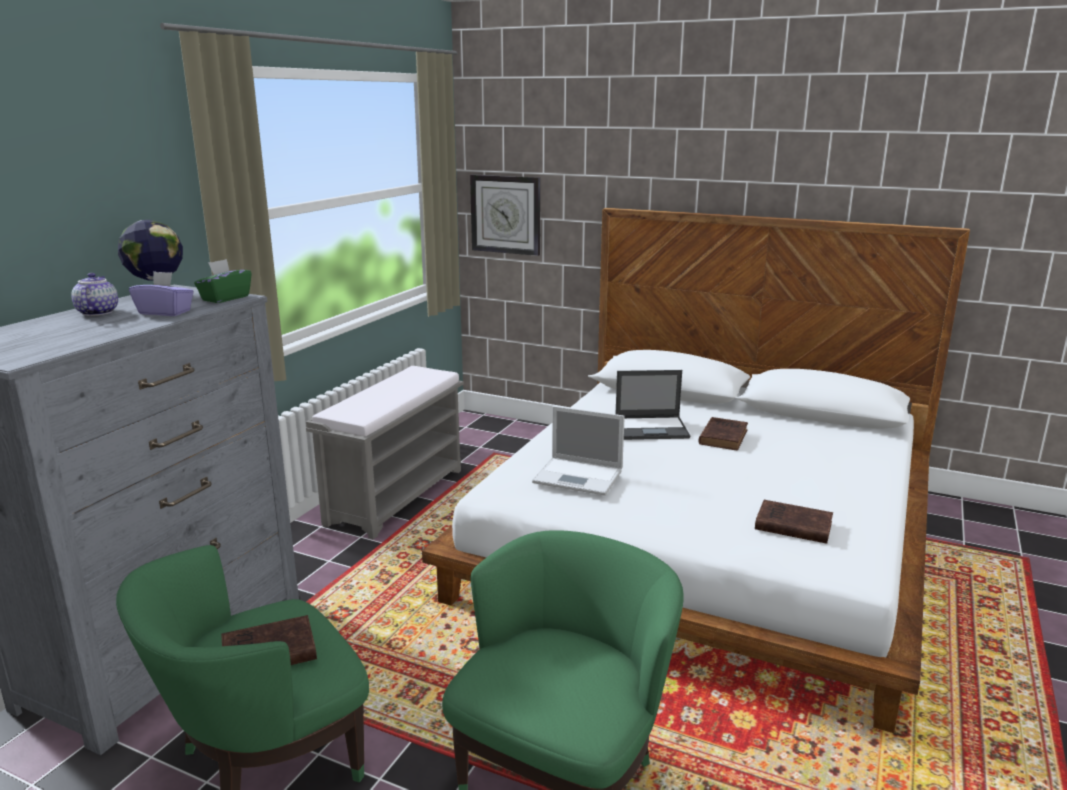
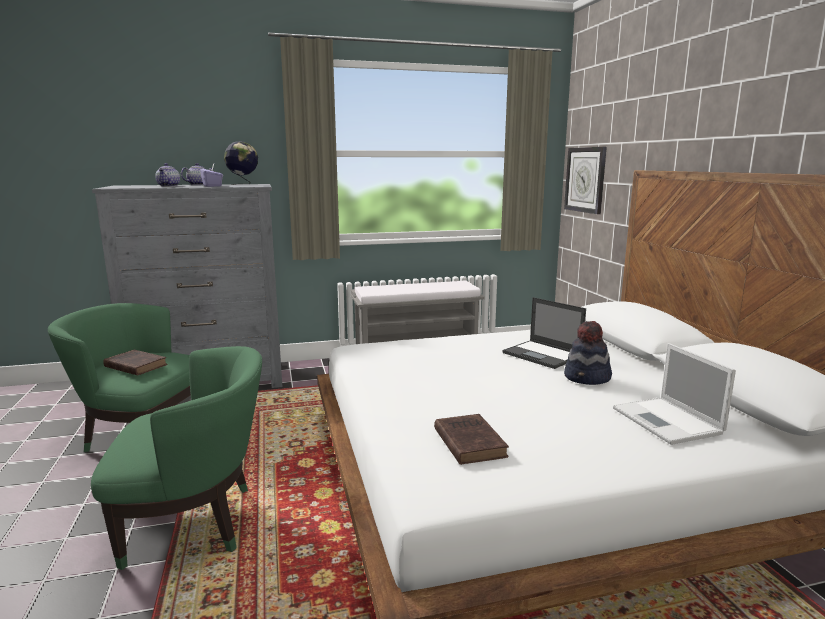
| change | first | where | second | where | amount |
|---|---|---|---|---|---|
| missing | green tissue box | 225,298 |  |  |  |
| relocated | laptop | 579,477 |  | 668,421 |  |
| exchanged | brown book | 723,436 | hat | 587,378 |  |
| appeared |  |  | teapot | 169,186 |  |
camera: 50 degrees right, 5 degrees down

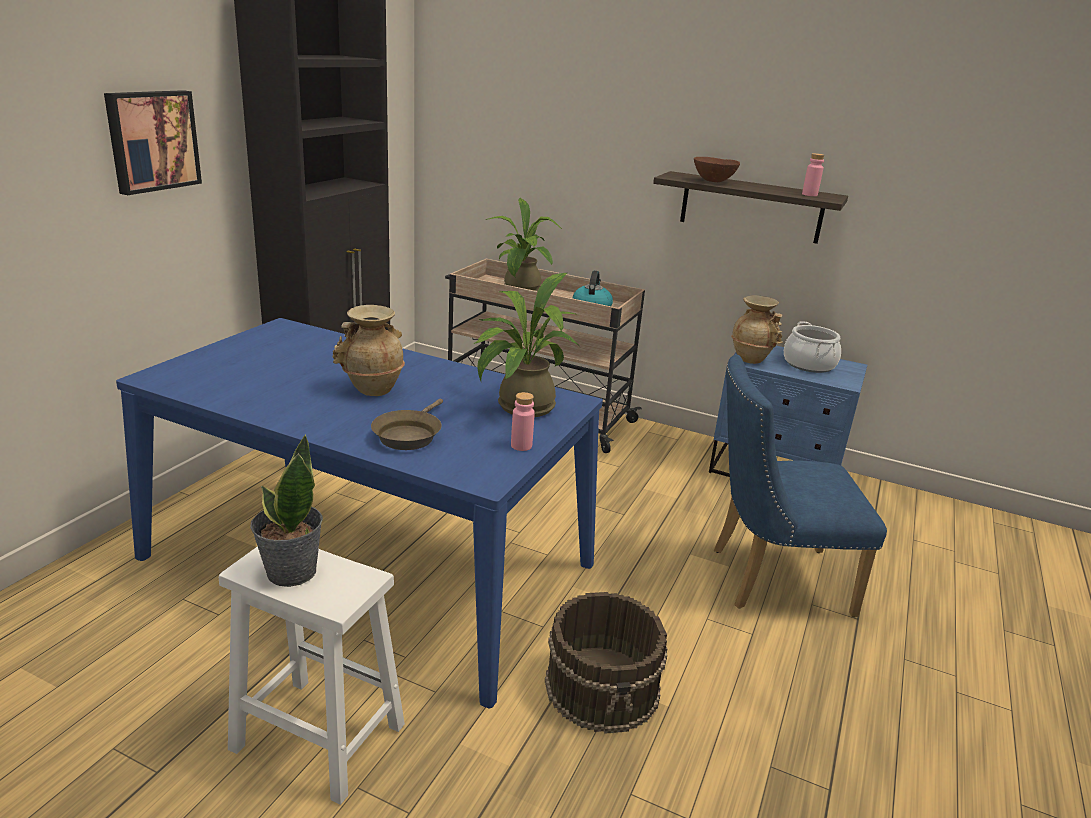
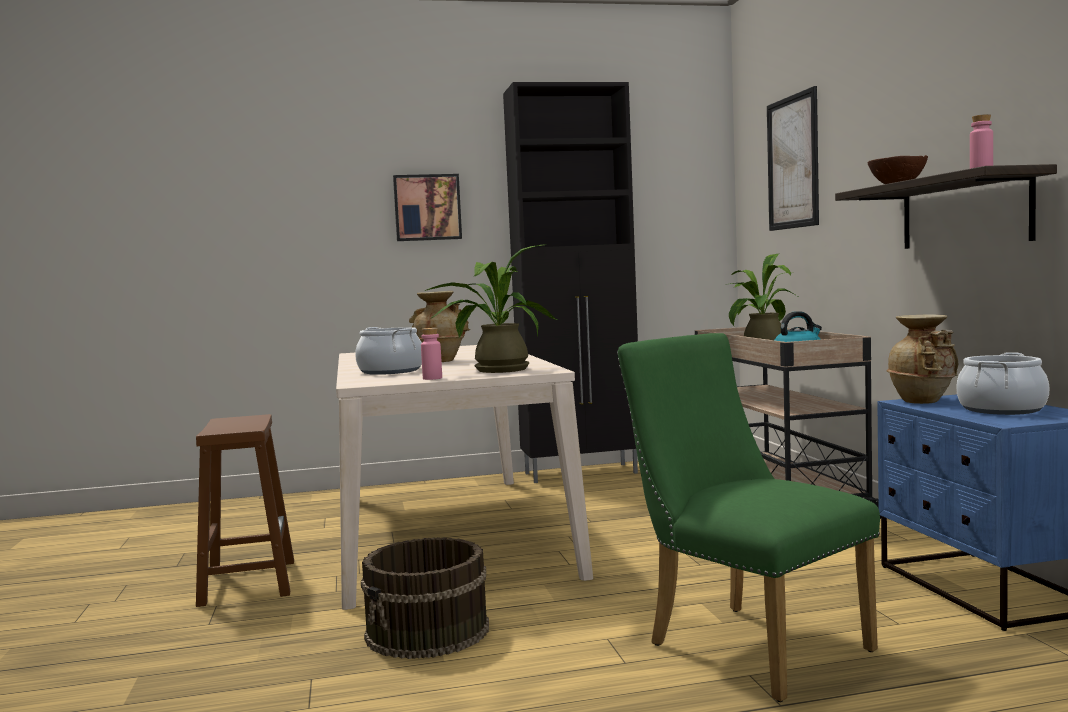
| change | first | where | second | where | amount |
|---|---|---|---|---|---|
| colour | blue dining table | 370,561 | beige dining table | 446,531 |  |
| colour | blue chair | 769,579 | green chair | 745,644 |  |
| exchanged | brown frying pan | 409,435 | cooking pot | 390,371 |  |
| missing | potted plant | 290,572 |  |  |  |
| colour | white stool | 316,736 | brown stool | 248,582 |  |
| appeared |  |  | picture | 793,162 |  |
camera: 55 degrees right, 20 degrees down

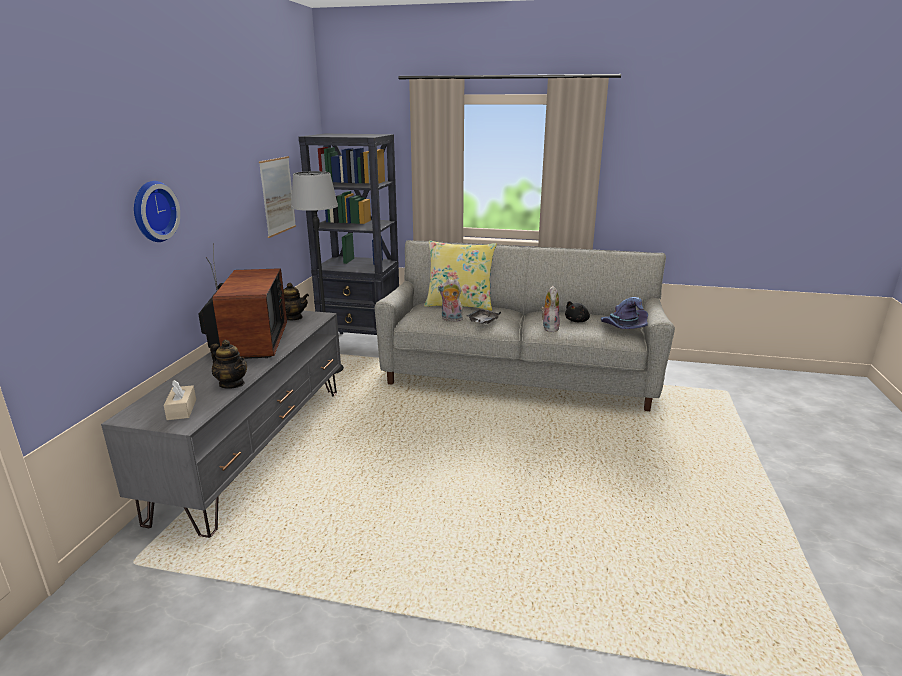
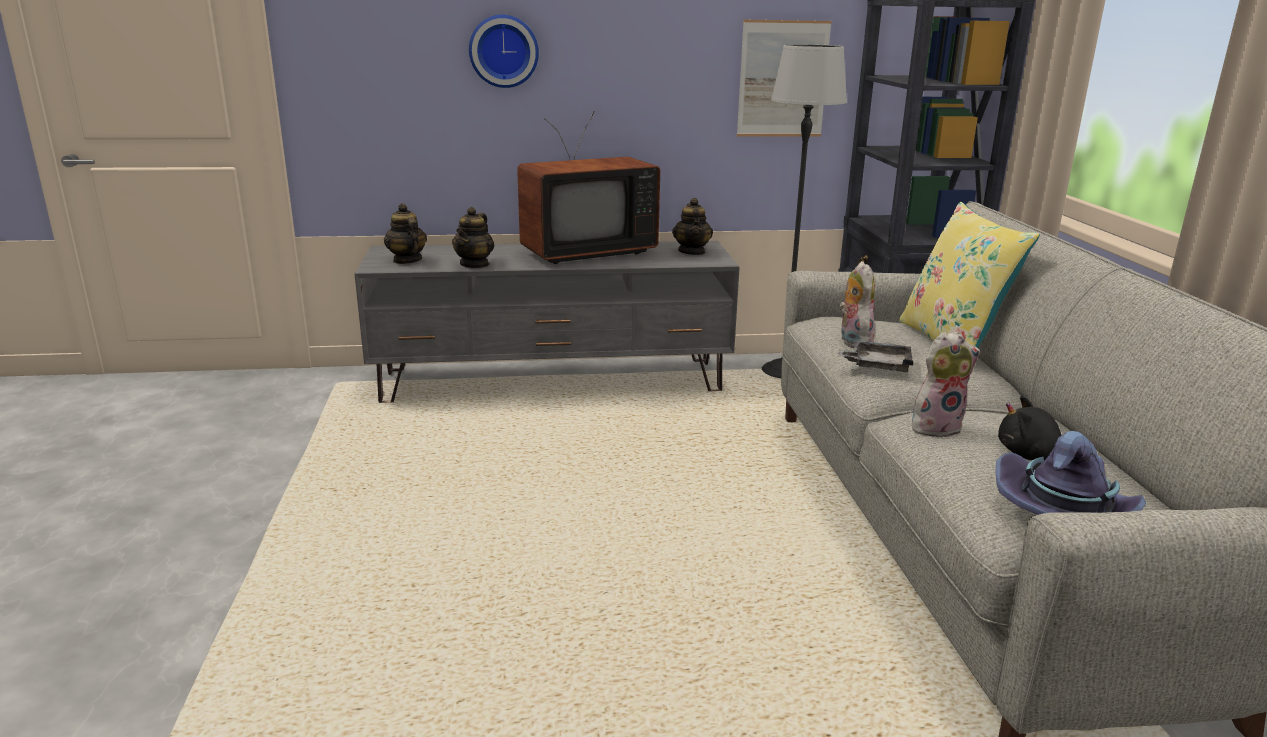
| change | first | where | second | where | amount |
|---|---|---|---|---|---|
| exchanged | beige tissue box | 182,409 | teapot | 407,260 |  |
camera: 70 degrees right, 0 degrees up

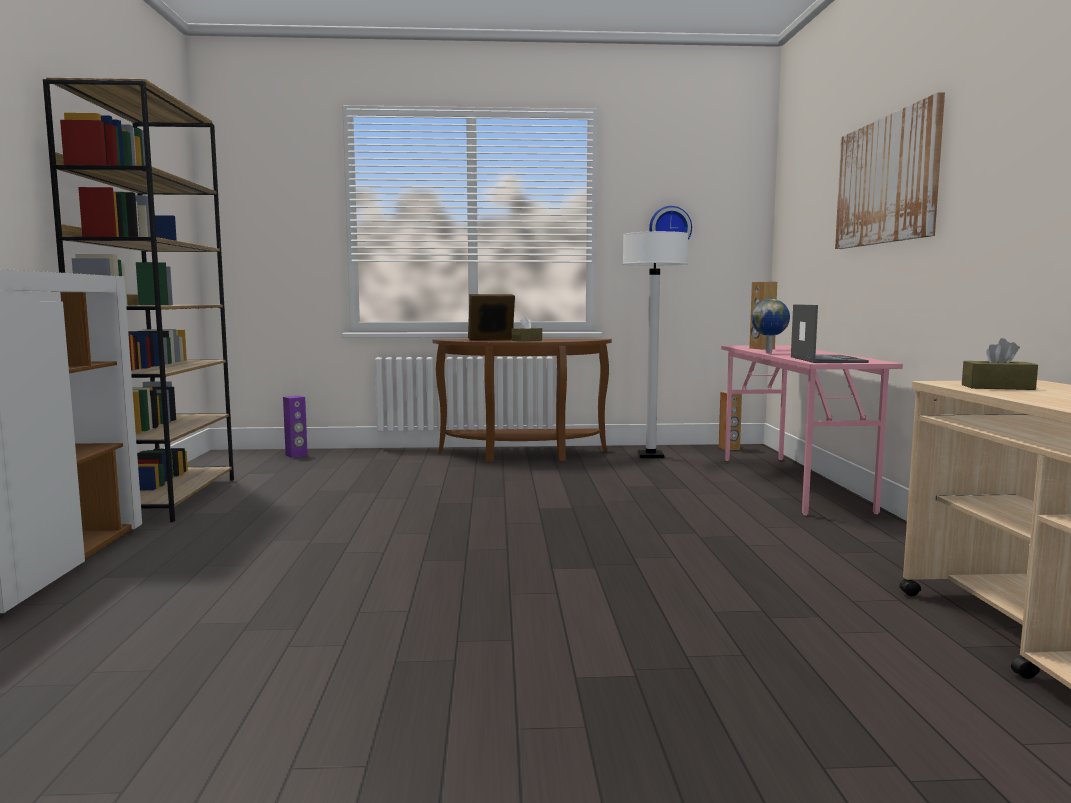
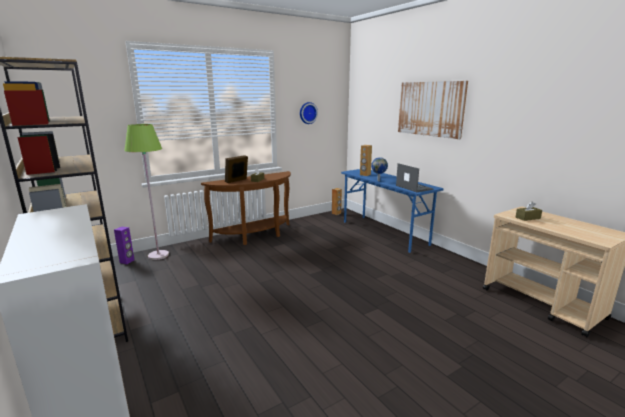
| change | first | where | second | where | amount |
|---|---|---|---|---|---|
| missing | white floor lamp | 650,456 |  |  |  |
| colour | pink desk | 792,483 | blue desk | 384,233 |  |
| appeared |  |  | green floor lamp | 158,255 |  |
camera: 30 degrees left, 10 degrees up

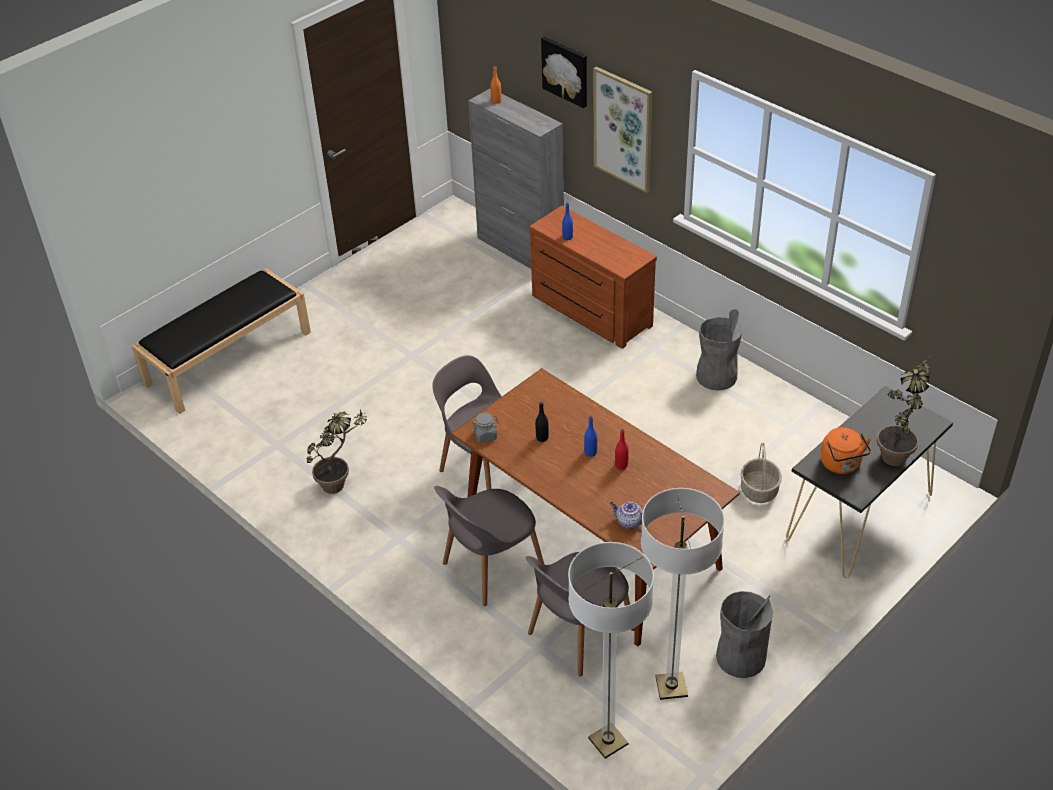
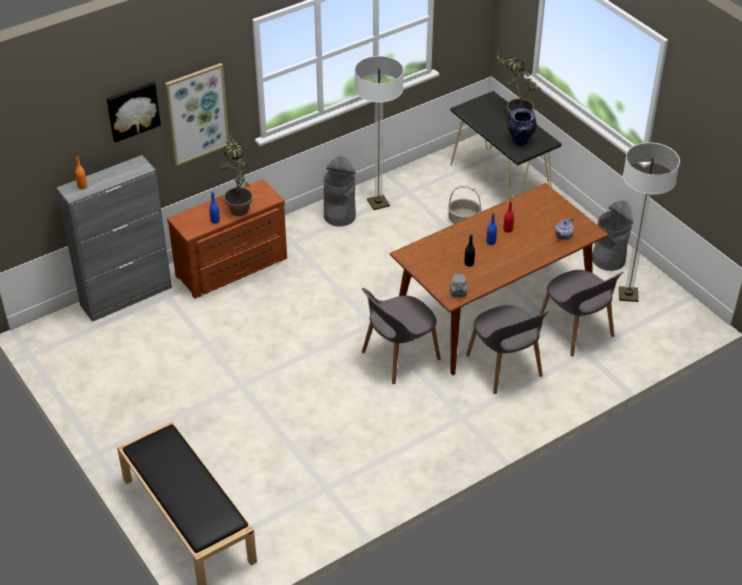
| change | first | where | second | where | amount |
|---|---|---|---|---|---|
| relocated | potted plant | 341,483 |  | 239,206 |  |
| exchanged | orange kettle | 842,465 | vase | 520,142 |  |
| relocated | floor lamp | 608,741 |  | 378,203 |  |
camera: 80 degrees left, 0 degrees up

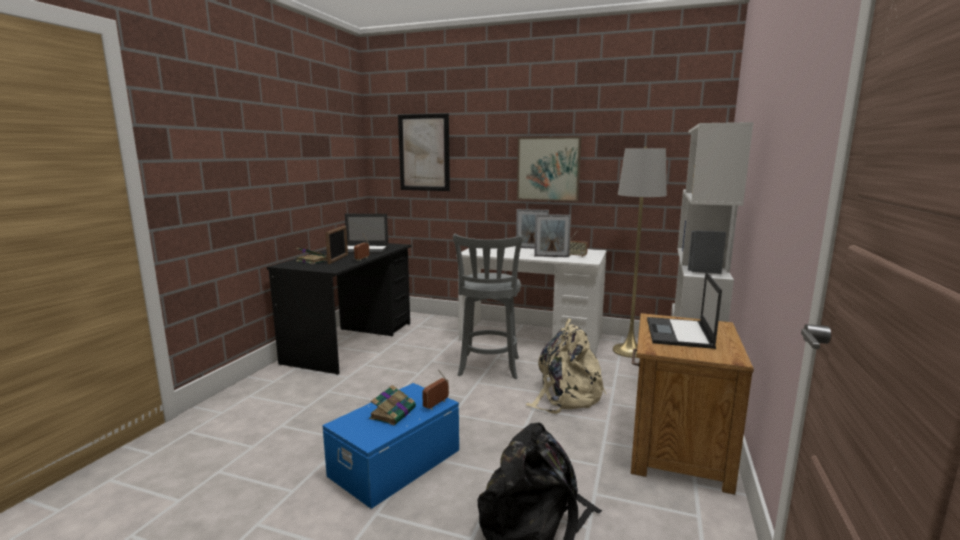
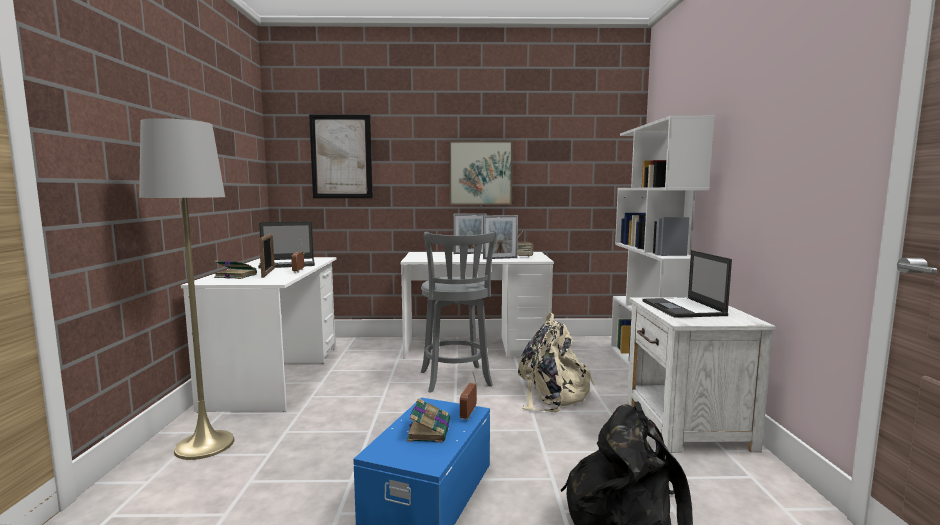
| change | first | where | second | where | amount |
|---|---|---|---|---|---|
| relocated | grey floor lamp | 629,351 |  | 204,445 |  |
| colour | black desk | 351,342 | white desk | 277,375 |  |
| colour | brown nightstand | 677,450 | white nightstand | 686,424 |  |
camera: 20 degrees left, 5 degrees down

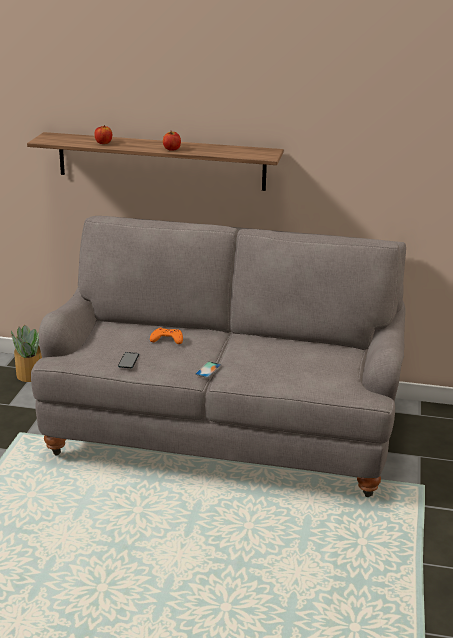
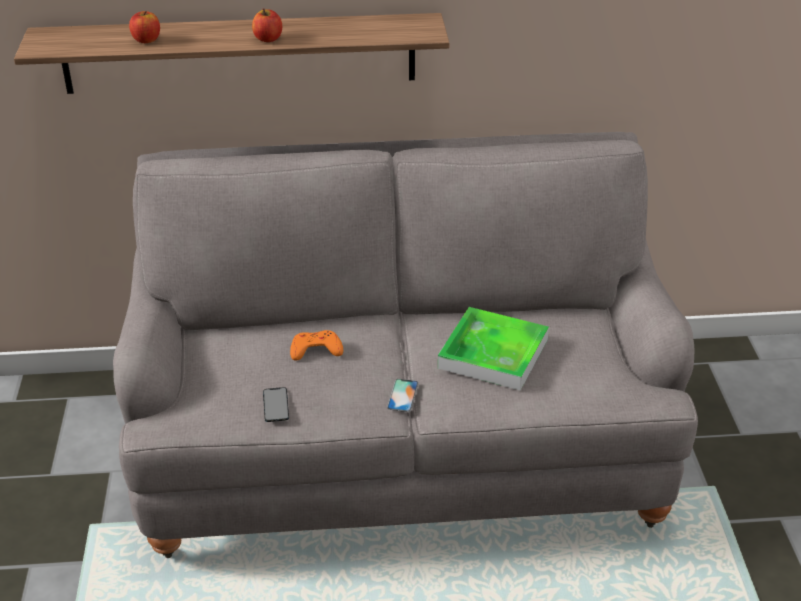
| change | first | where | second | where | amount |
|---|---|---|---|---|---|
| missing | potted plant | 29,375 |  |  |  |
| appeared |  |  | tray | 493,353 |  |
camera: 15 degrees left, 10 degrees up

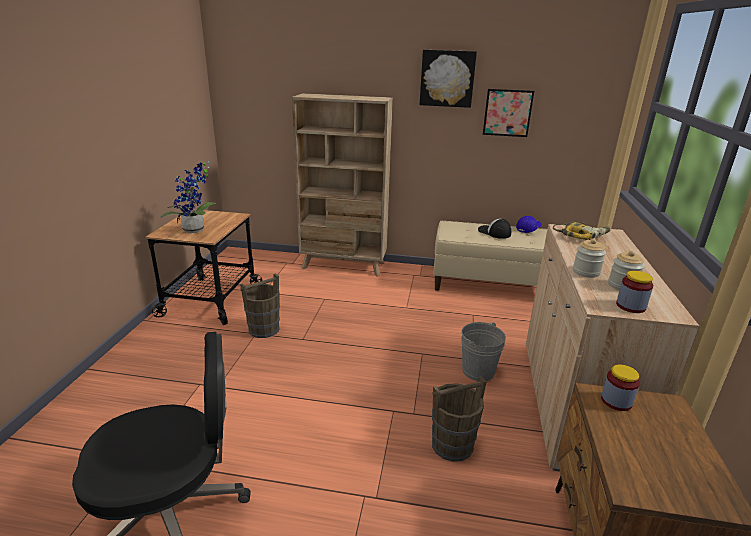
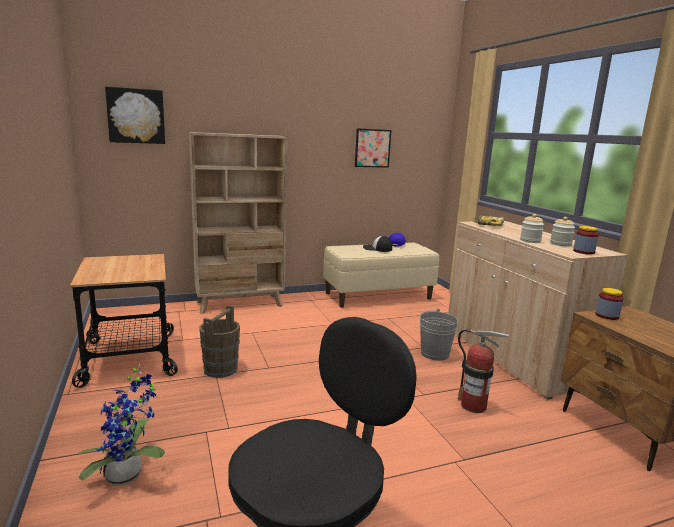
| change | first | where | second | where | amount |
|---|---|---|---|---|---|
| relocated | picture | 447,78 |  | 136,116 |  |
| relocated | potted plant | 196,230 |  | 128,476 |  |
| exchanged | brown bucket | 452,445 | fire extinguisher | 473,406 |  |
camera: 30 degrees left, 10 degrees down

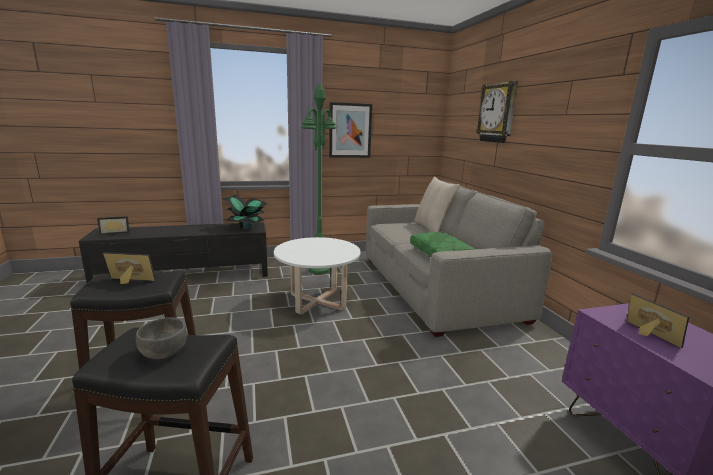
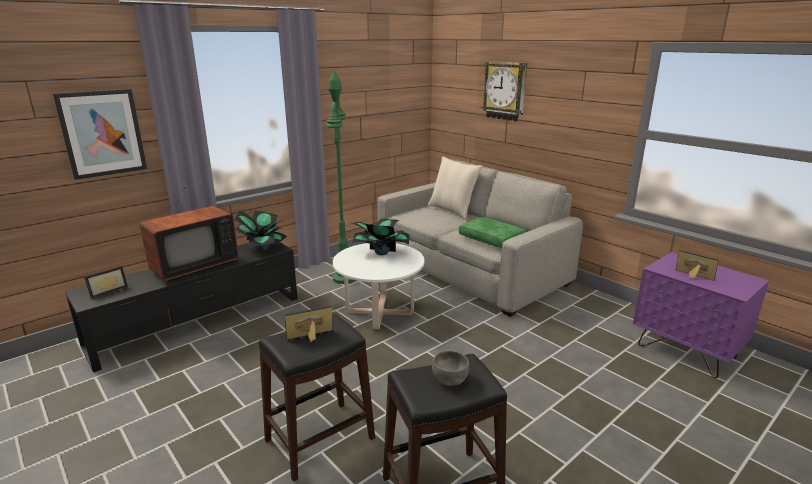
| change | first | where | second | where | amount |
|---|---|---|---|---|---|
| relocated | picture | 350,130 |  | 102,133 |  |
| appeared |  |  | television | 192,266 |  |
| appeared |  |  | potted plant | 381,253 |  |
camera: 25 degrees left, 5 degrees up

